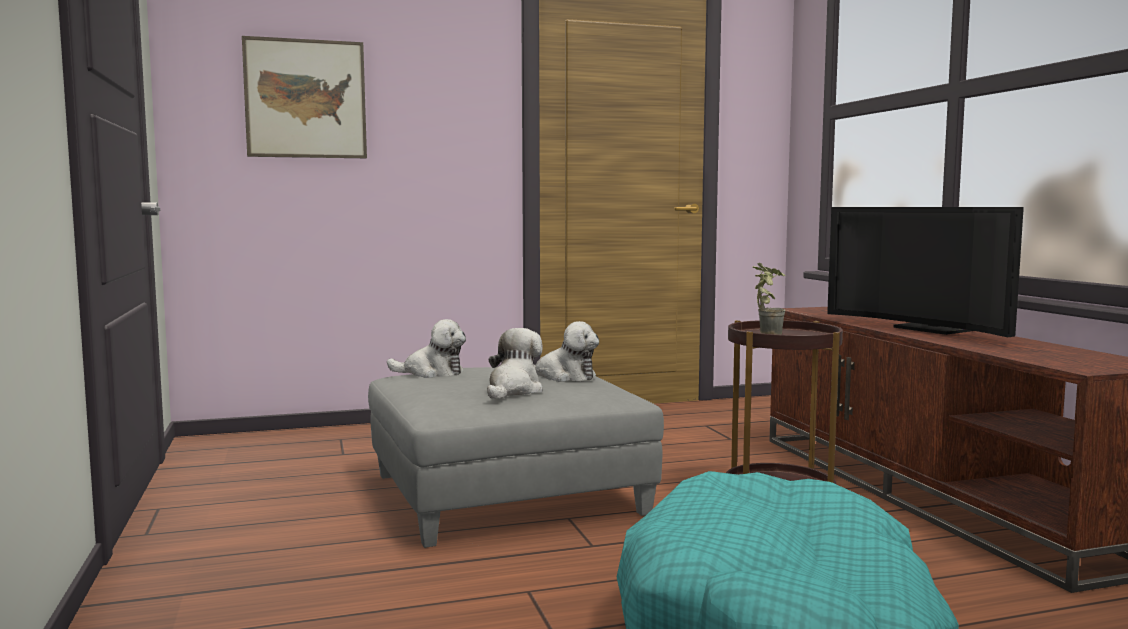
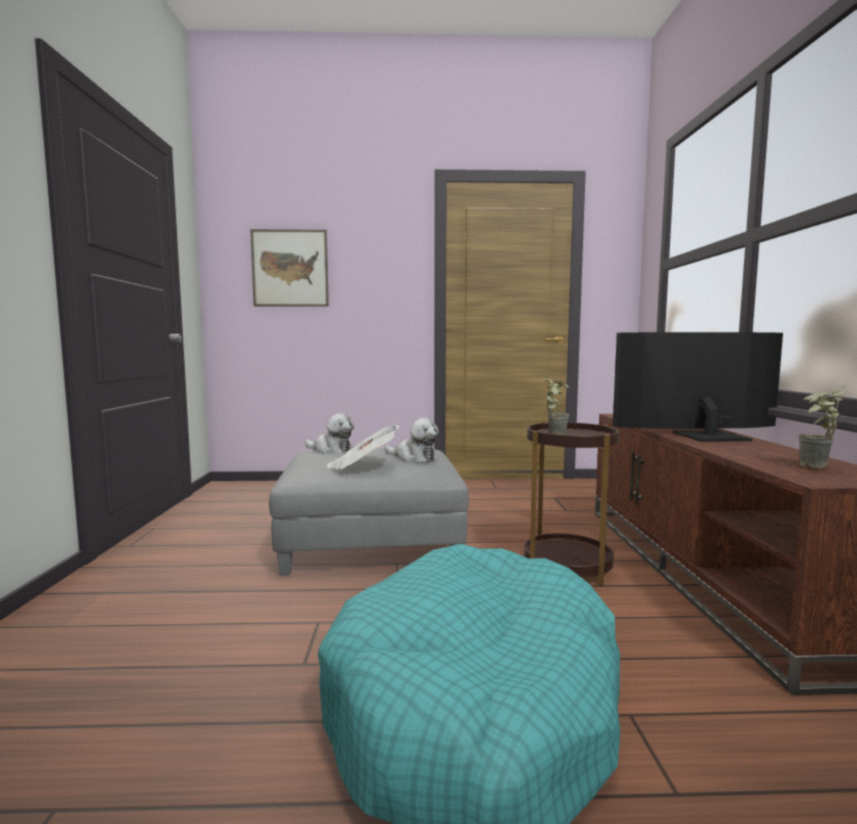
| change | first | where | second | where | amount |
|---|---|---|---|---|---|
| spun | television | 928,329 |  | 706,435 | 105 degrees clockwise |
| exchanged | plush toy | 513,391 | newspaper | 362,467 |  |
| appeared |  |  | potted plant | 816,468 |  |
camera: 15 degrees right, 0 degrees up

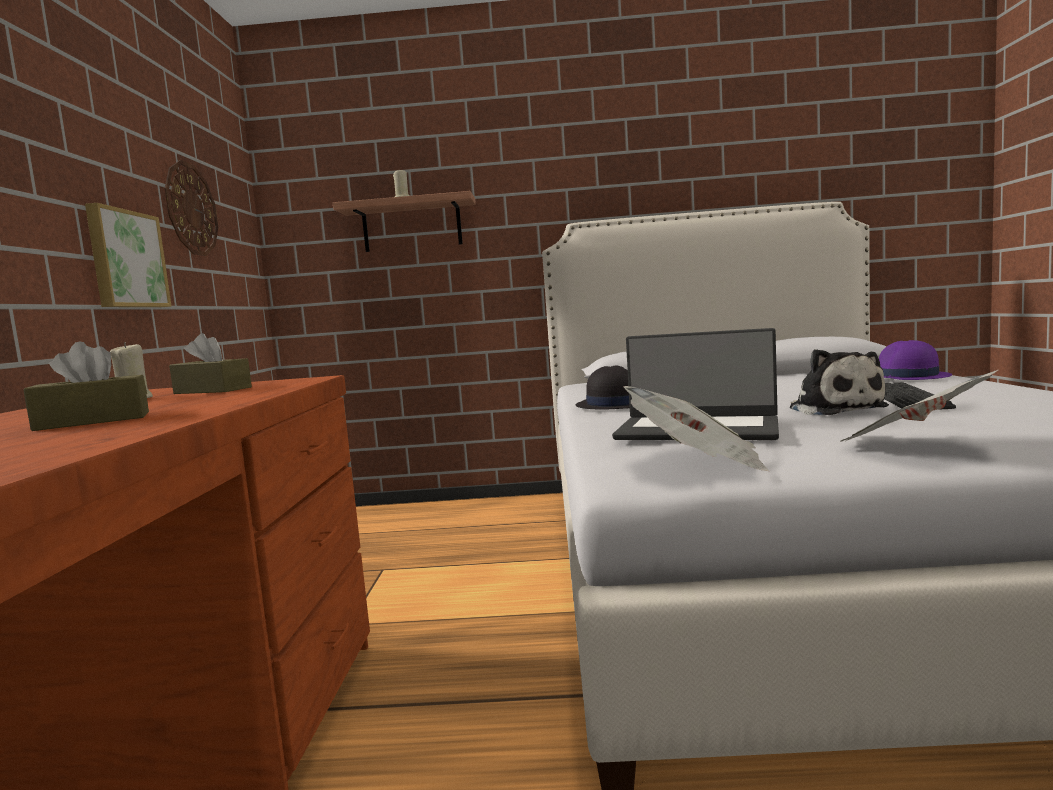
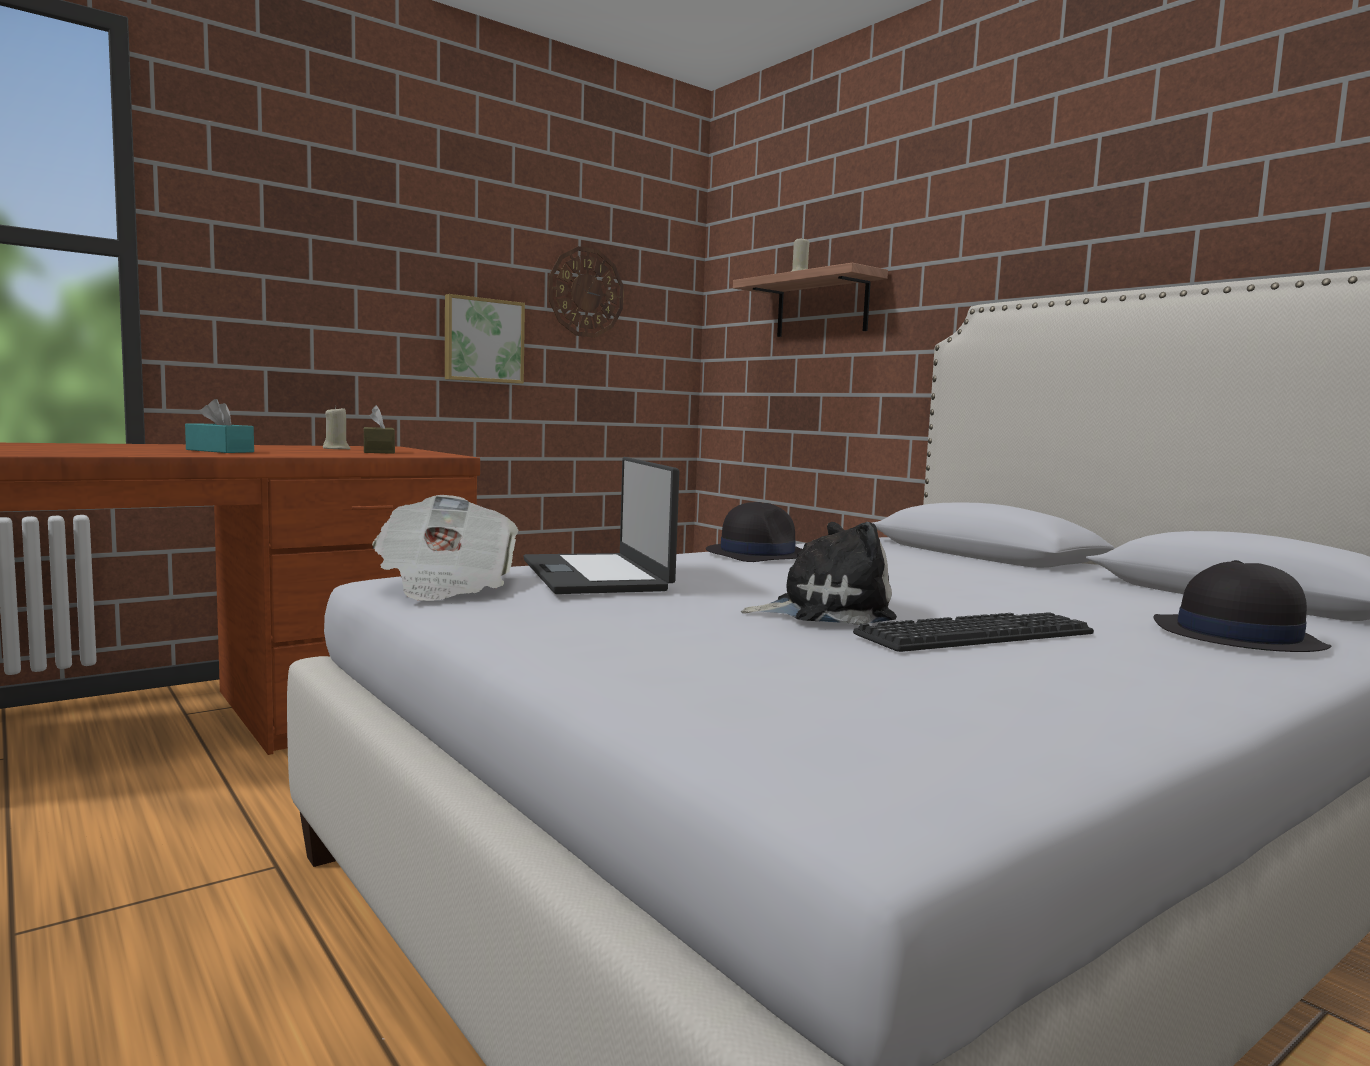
| change | first | where | second | where | amount |
|---|---|---|---|---|---|
| colour | purple hat | 907,377 | black hat | 1236,636 |  |
| colour | brown tissue box | 93,421 | turquoise tissue box | 220,451 |  |
| spun | plush toy | 834,409 |  | 824,611 | 135 degrees counterclockwise |
| missing | newspaper | 911,447 |  |  |  |
camera: 50 degrees right, 0 degrees up

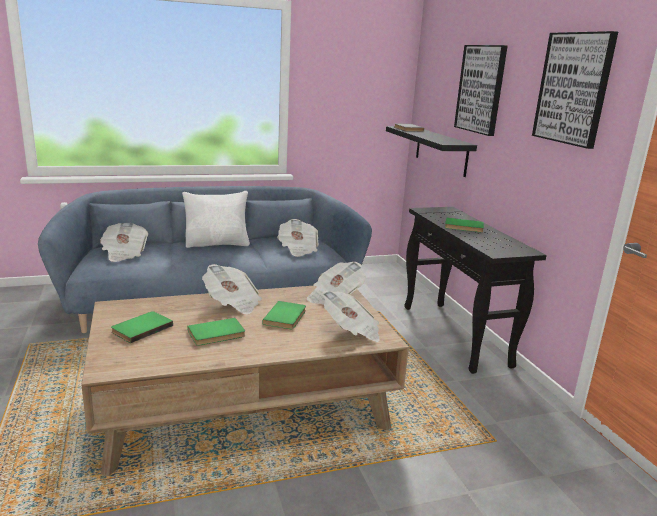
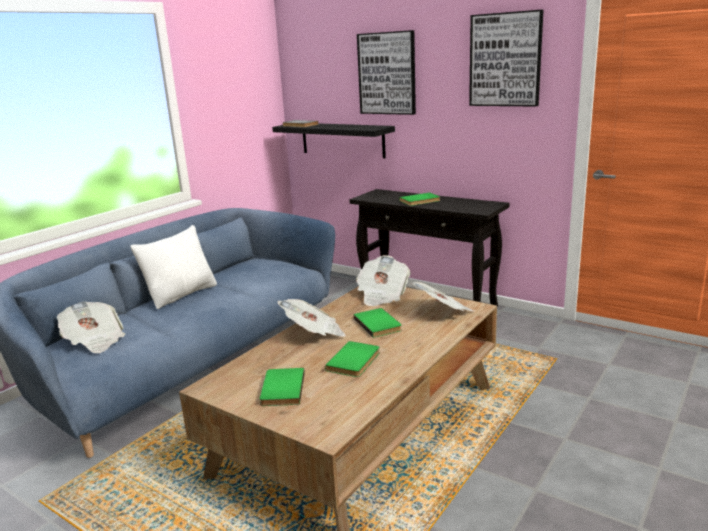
| change | first | where | second | where | amount |
|---|---|---|---|---|---|
| missing | newspaper | 298,249 |  |  |  |
camera: 35 degrees left, 0 degrees up

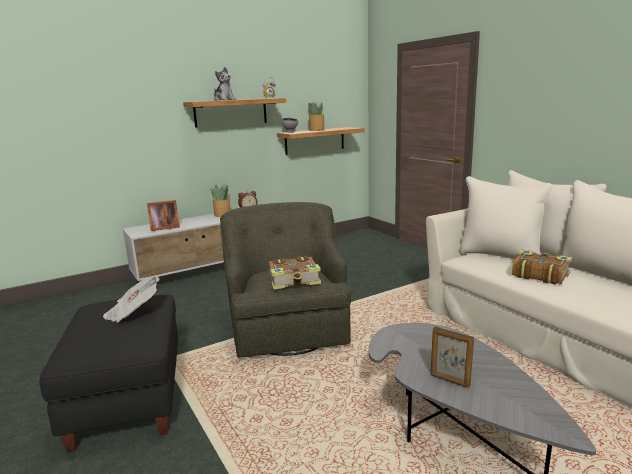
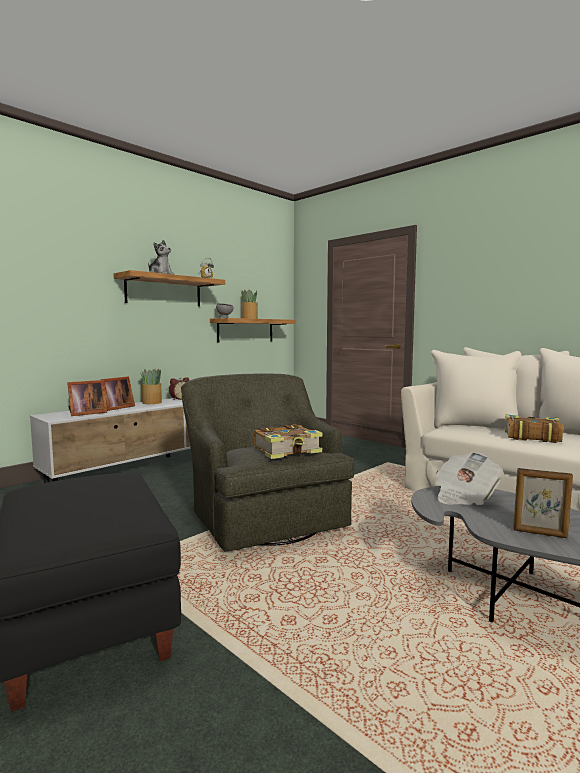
| change | first | where | second | where | amount |
|---|---|---|---|---|---|
| relocated | newspaper | 133,313 |  | 464,496 |  |
| appeared |  |  | picture frame | 116,408 |  |
camera: 15 degrees left, 10 degrees down

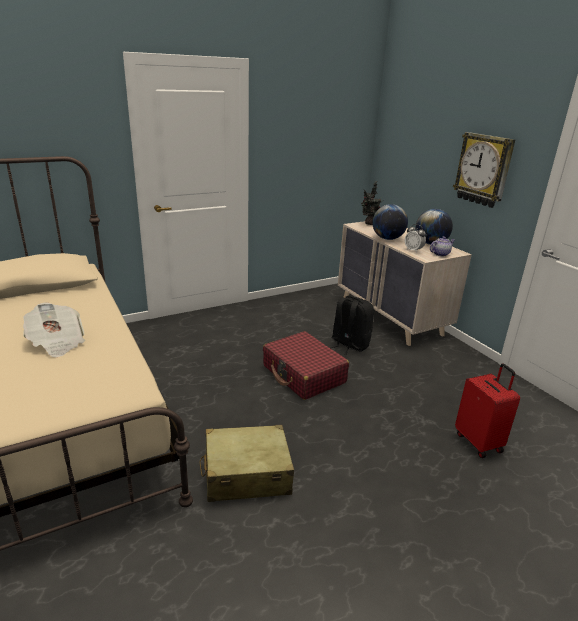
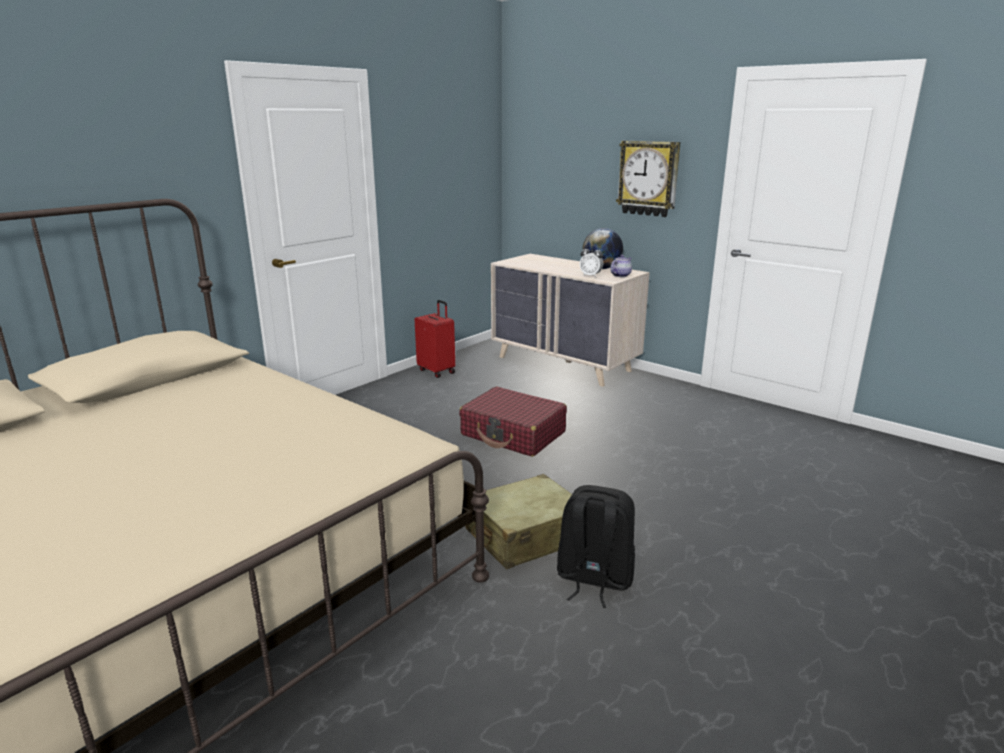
| change | first | where | second | where | amount |
|---|---|---|---|---|---|
| missing | potted plant | 369,224 |  |  |  |
| missing | globe | 387,239 |  |  |  |
| relocated | black backpack | 349,344 |  | 593,579 |  |
| missing | newspaper | 57,343 |  |  |  |
| relocated | red suitcase | 479,442 |  | 437,371 |  |
camera: 20 degrees left, 5 degrees down

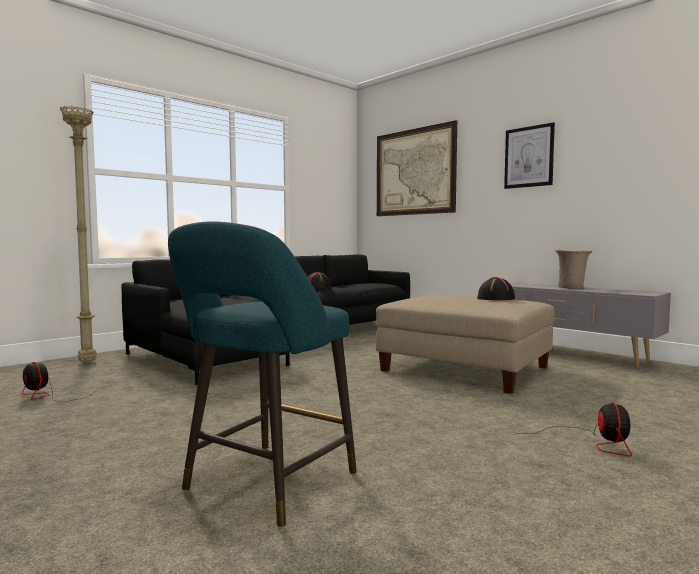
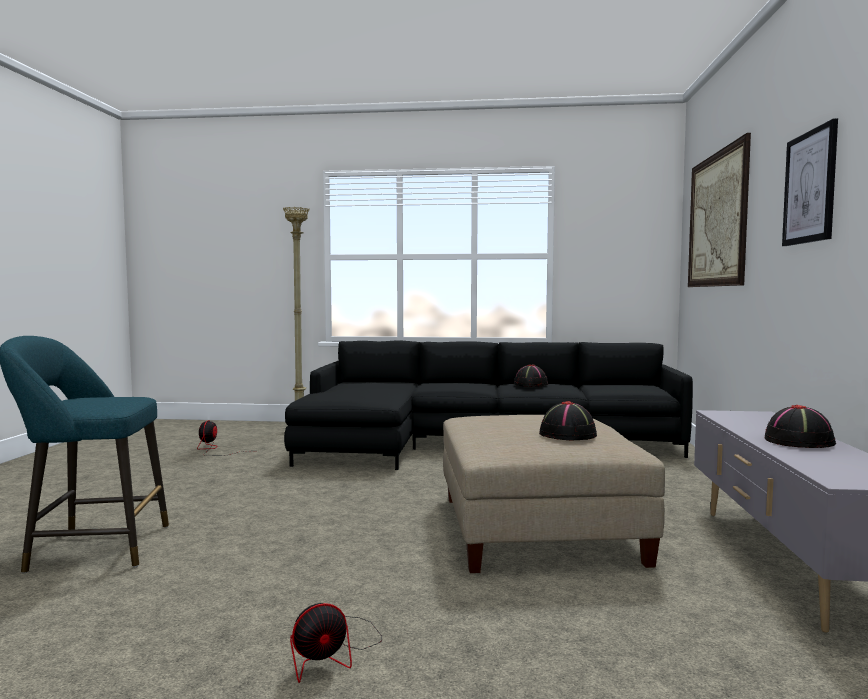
| change | first | where | second | where | amount |
|---|---|---|---|---|---|
| exchanged | beige vase | 571,287 | black hat | 799,441 |  |
camera: 50 degrees right, 0 degrees up

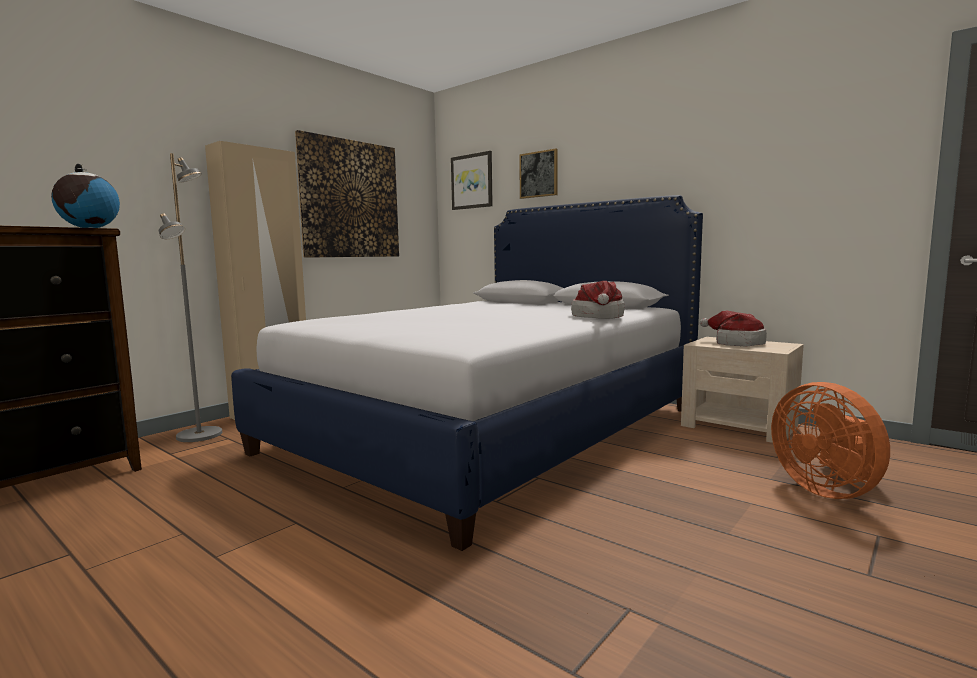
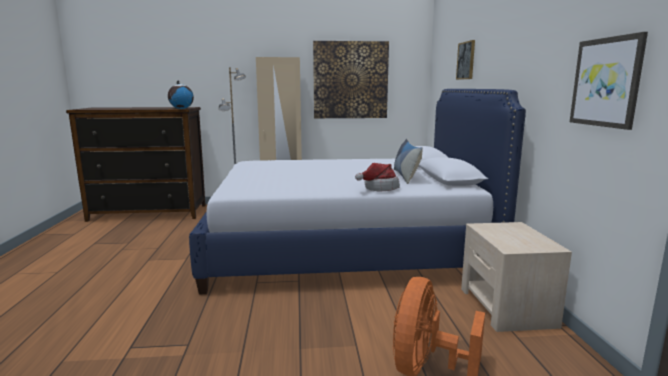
| change | first | where | second | where | amount |
|---|---|---|---|---|---|
| relocated | picture | 472,181 |  | 606,82 |  |
| missing | hat | 736,343 |  |  |  |
| appeared |  |  | pillow | 406,176 |  |
camera: 45 degrees right, 5 degrees up

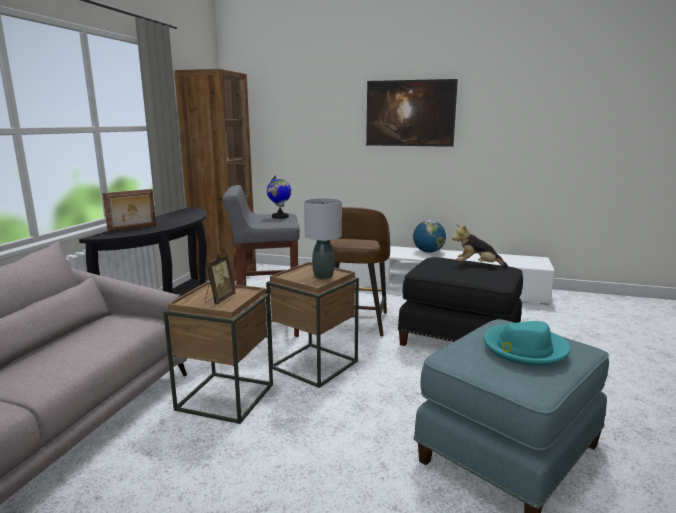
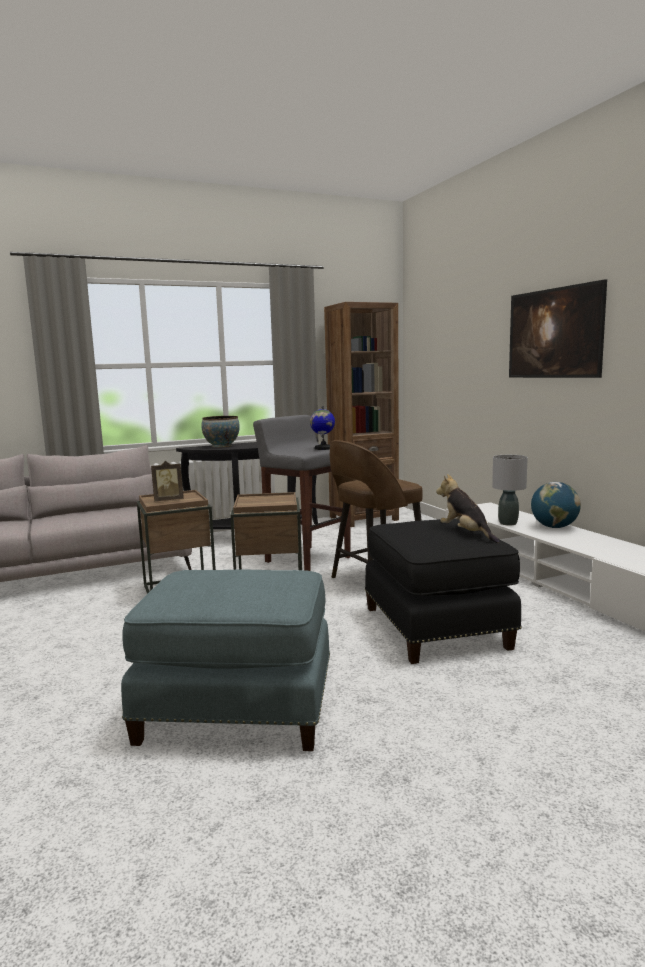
| change | first | where | second | where | amount |
|---|---|---|---|---|---|
| exchanged | picture frame | 133,228 | bowl | 221,446 |  |
| relocated | grey table lamp | 323,276 |  | 507,523 |  |
| missing | turquoise hat | 524,348 |  |  |  |
camera: 50 degrees right, 5 degrees down

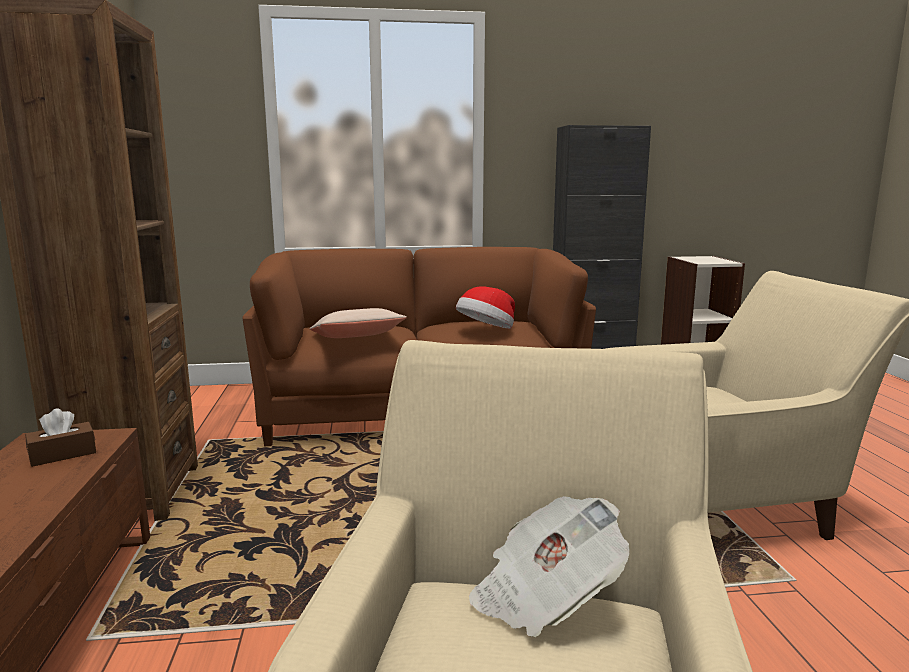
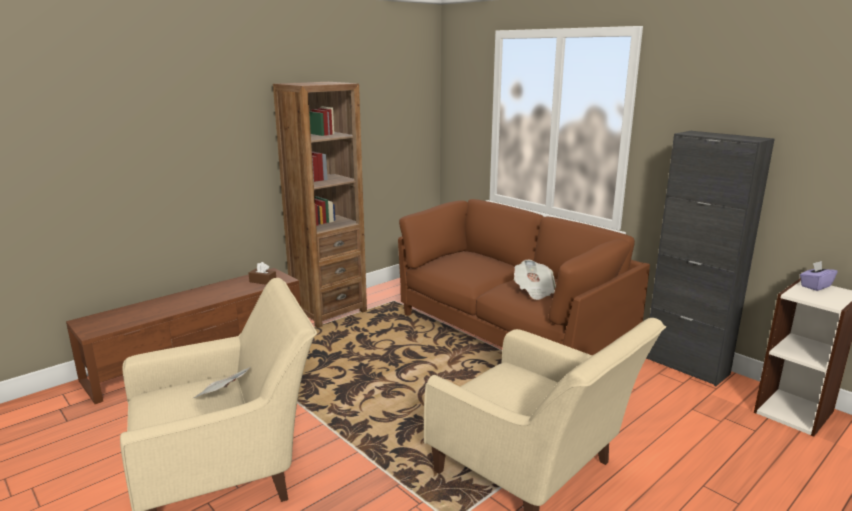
| change | first | where | second | where | amount |
|---|---|---|---|---|---|
| exchanged | hat | 486,331 | newspaper | 534,291 |  |
| missing | beige pillow | 357,339 |  |  |  |
| appeared |  |  | purple tissue box | 815,286 |  |
camera: 55 degrees right, 5 degrees up

